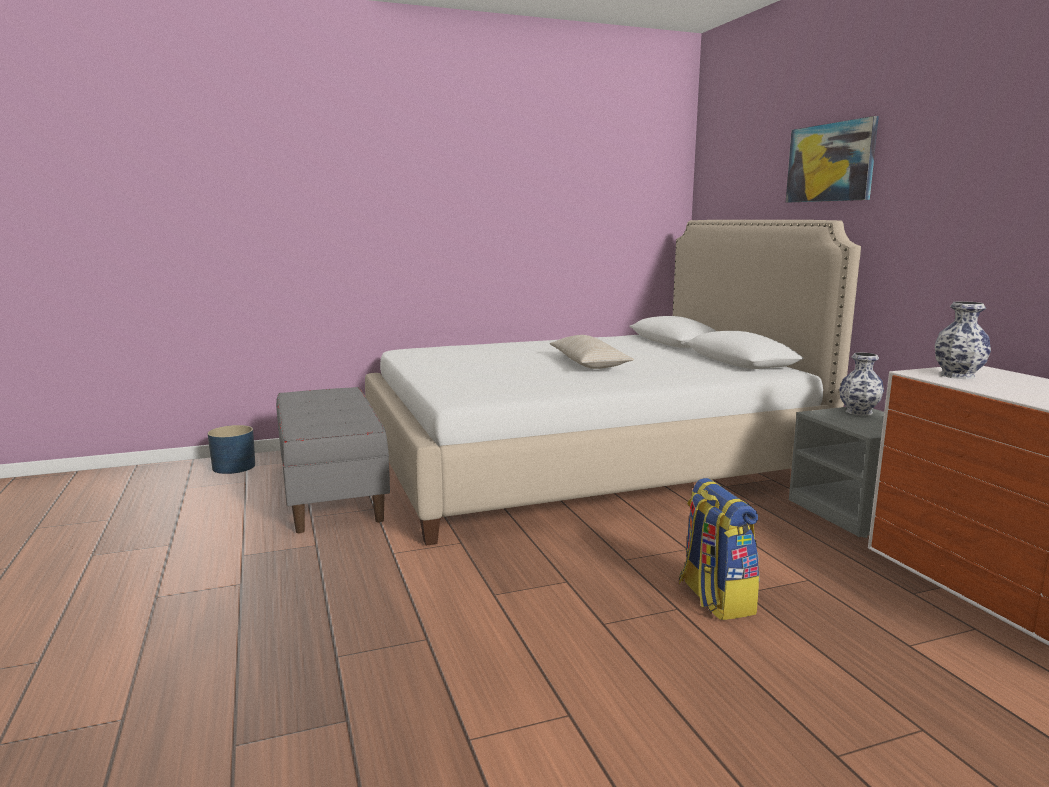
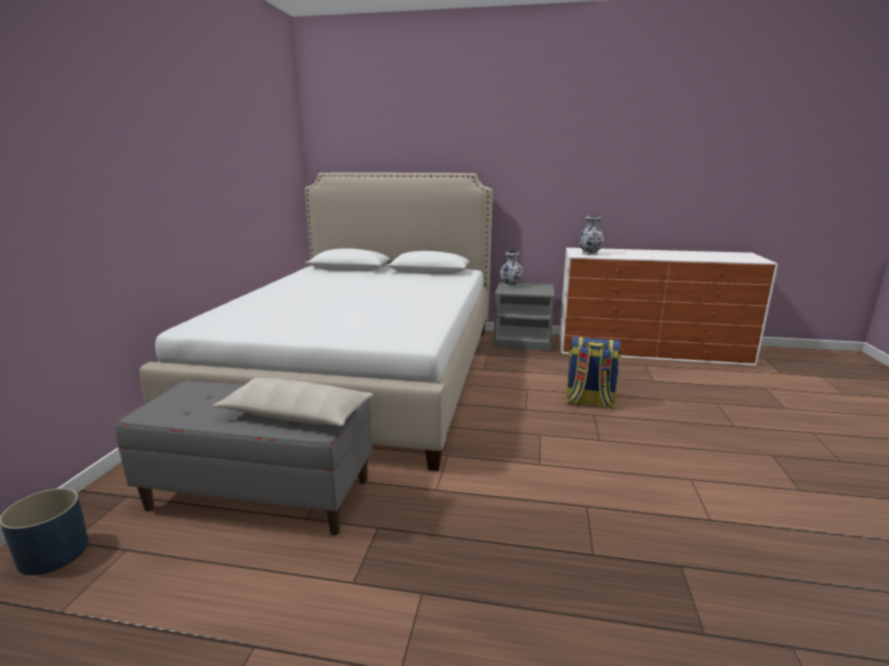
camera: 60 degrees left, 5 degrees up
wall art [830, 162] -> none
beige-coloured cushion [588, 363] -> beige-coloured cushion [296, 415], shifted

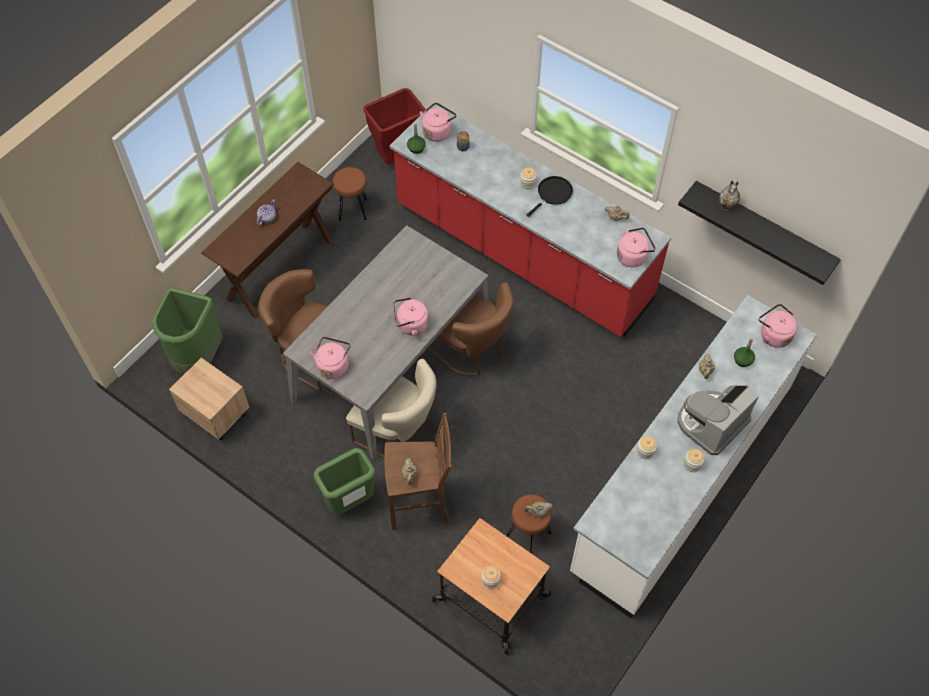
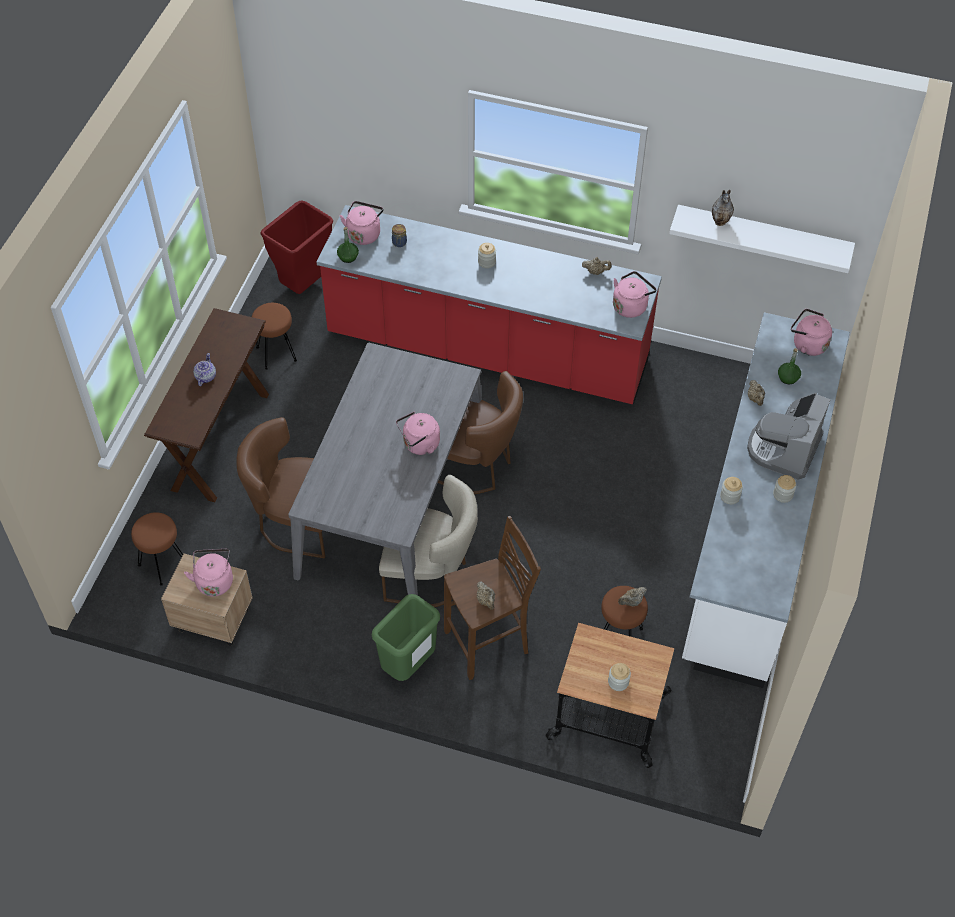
camera: 20 degrees left, 5 degrees down
blackish pan [553, 194] -> none
blackish bracket shelf [763, 228] -> whitish bracket shelf [763, 235]
greenish waste bin [197, 357] -> brown stool seat [164, 564]
pink-coloured kettle [333, 365] -> pink-coloured kettle [214, 580], shifted

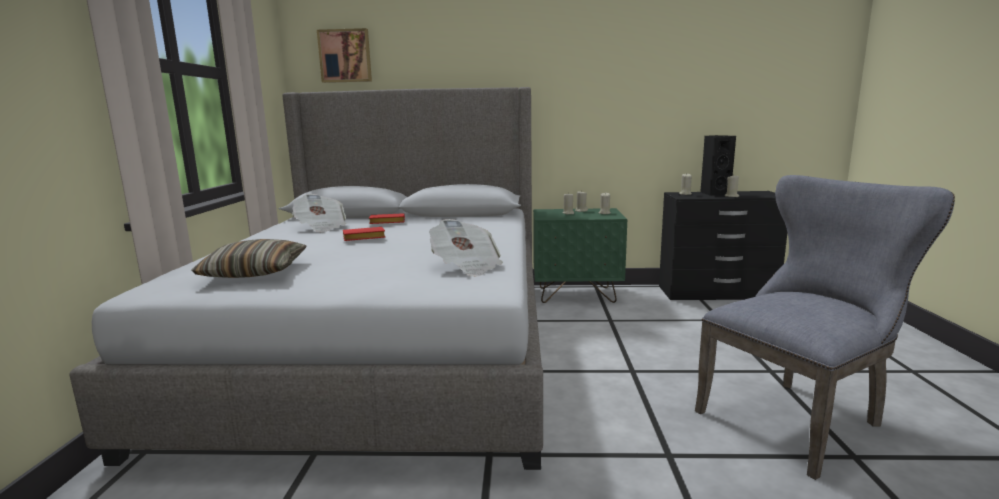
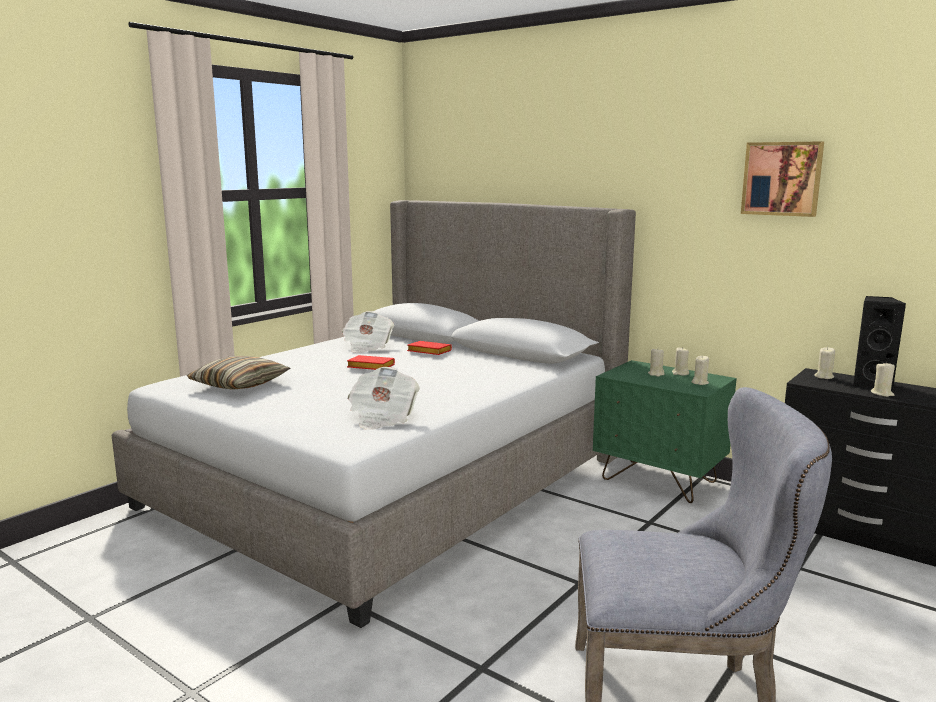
camera: 35 degrees right, 0 degrees up
wall art [345, 56] -> wall art [782, 178], shifted

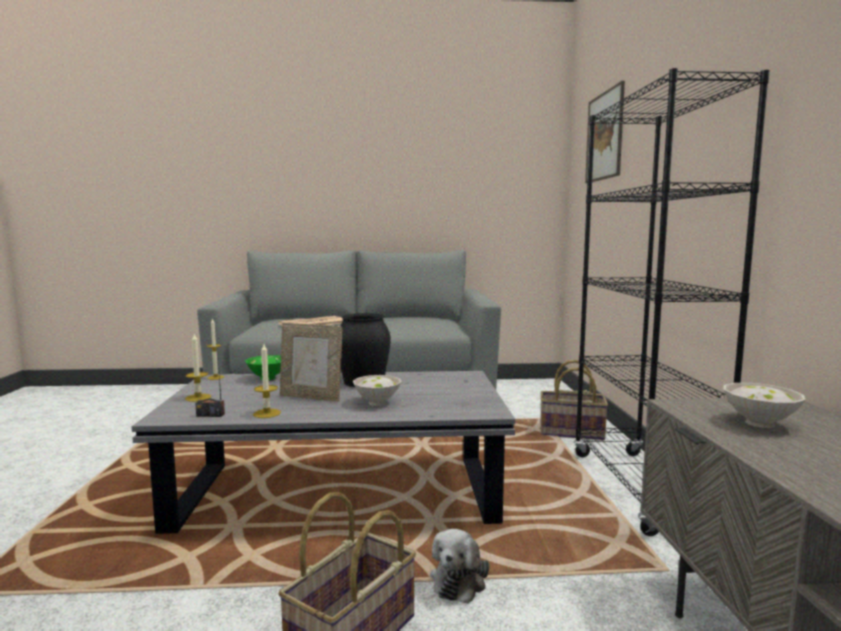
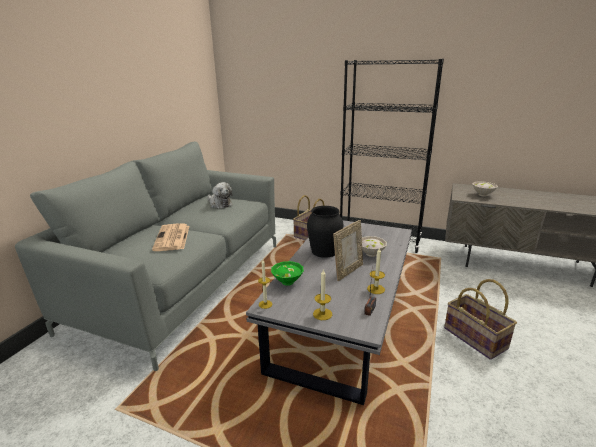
camera: 65 degrees left, 15 degrees up
wall art [604, 136] -> none
cuddly toy [459, 579] -> cuddly toy [219, 204], shifted

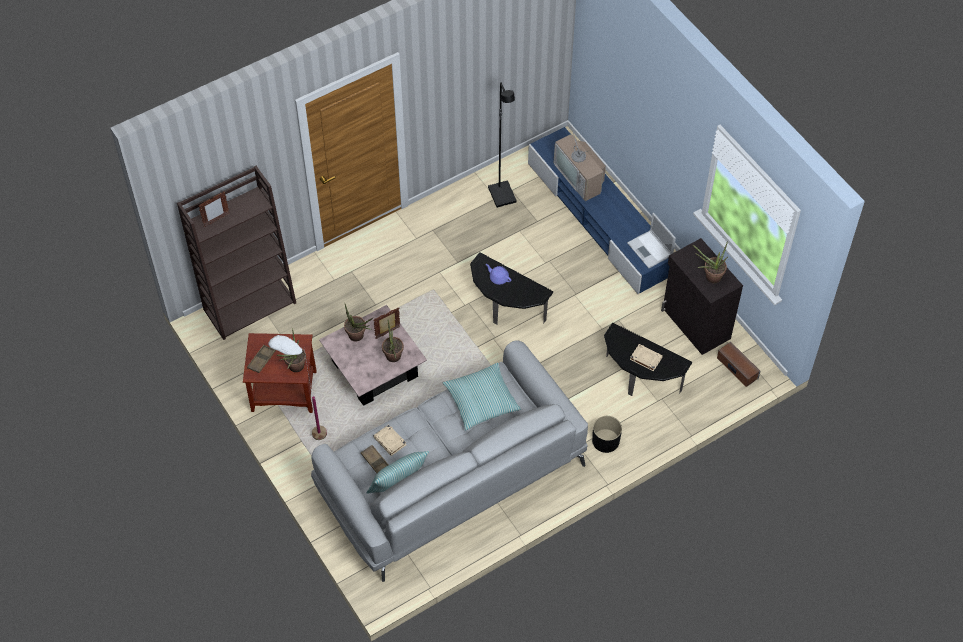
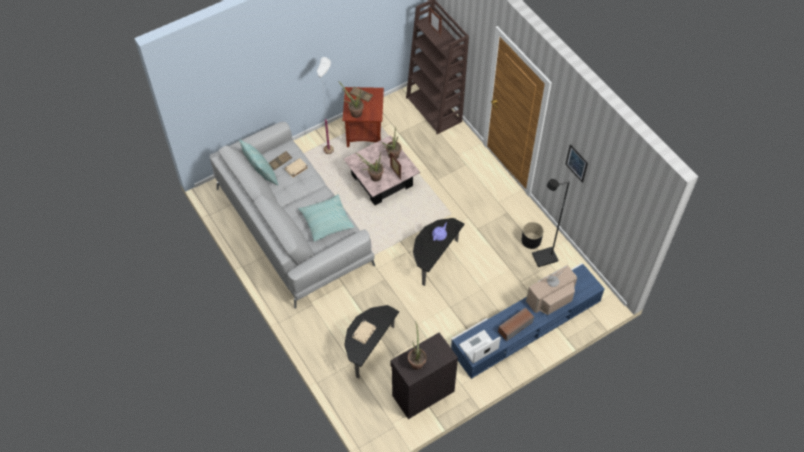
camera: 90 degrees right, 0 degrees up
speaker [737, 368] -> speaker [515, 327], shifted
blackish planter [605, 441] -> blackish planter [531, 240], shifted
none -> wall art [576, 163]

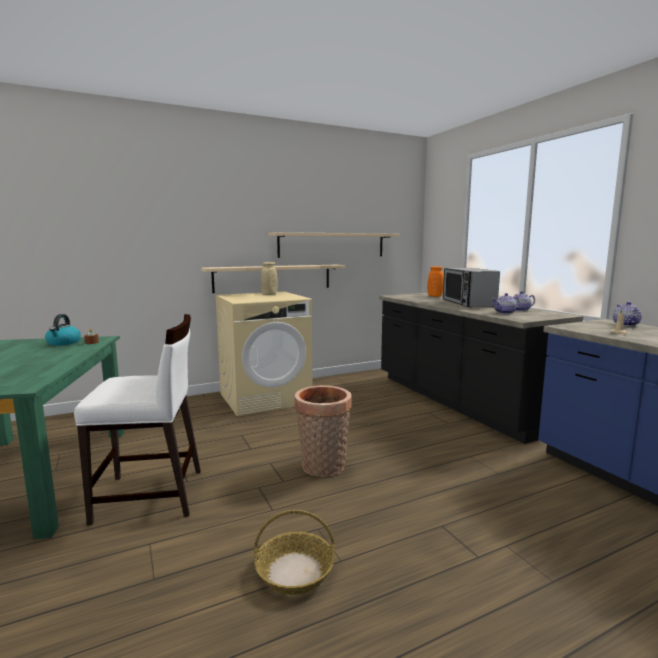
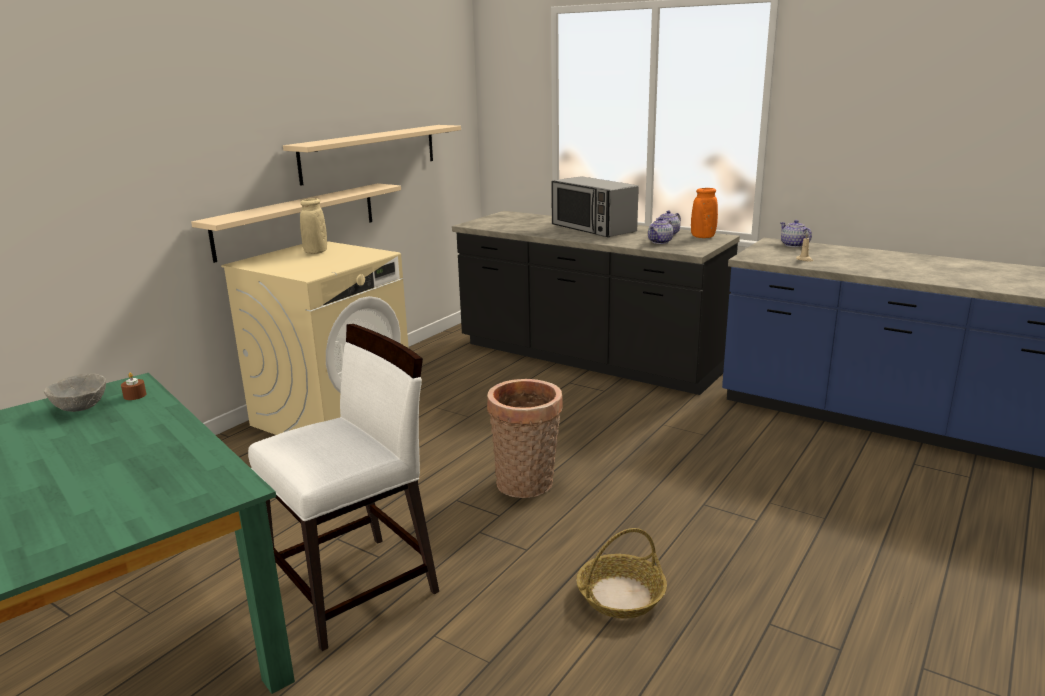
camera: 30 degrees left, 10 degrees up
orange decorative vase [435, 296] -> orange decorative vase [703, 237], shifted
kettle [63, 343] -> grey deep dish [81, 407]

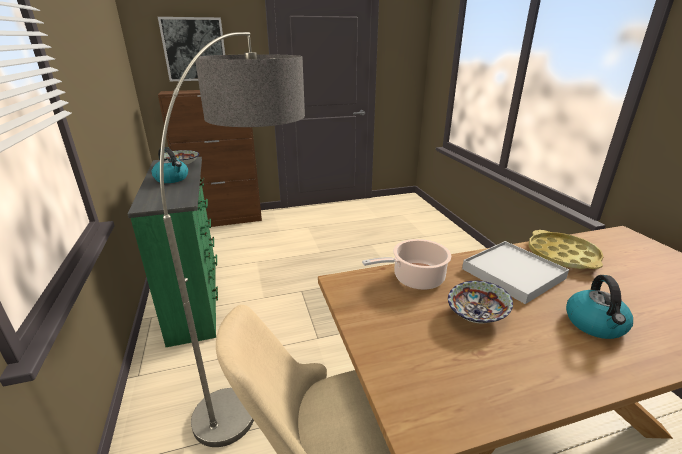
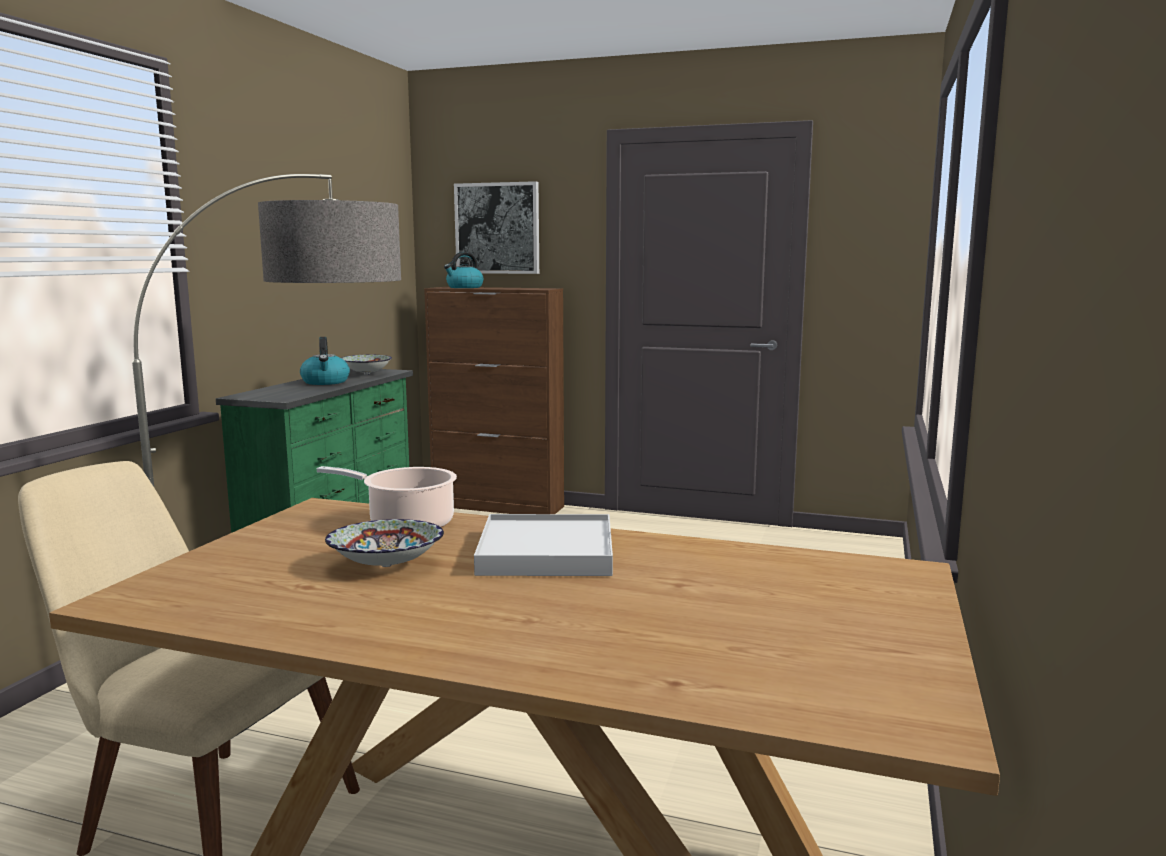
camera: 35 degrees right, 15 degrees down
yellow serving tray [562, 255] -> none
kettle [595, 324] -> kettle [464, 287], shifted

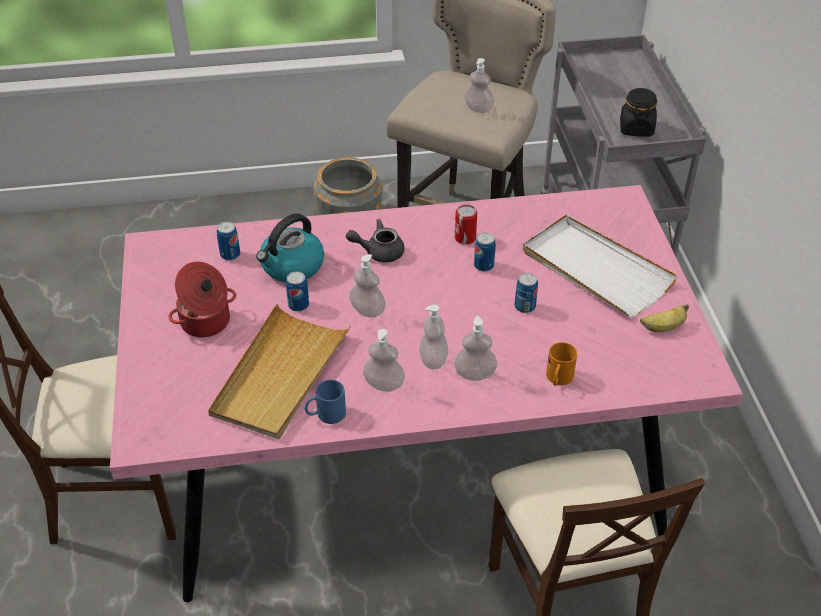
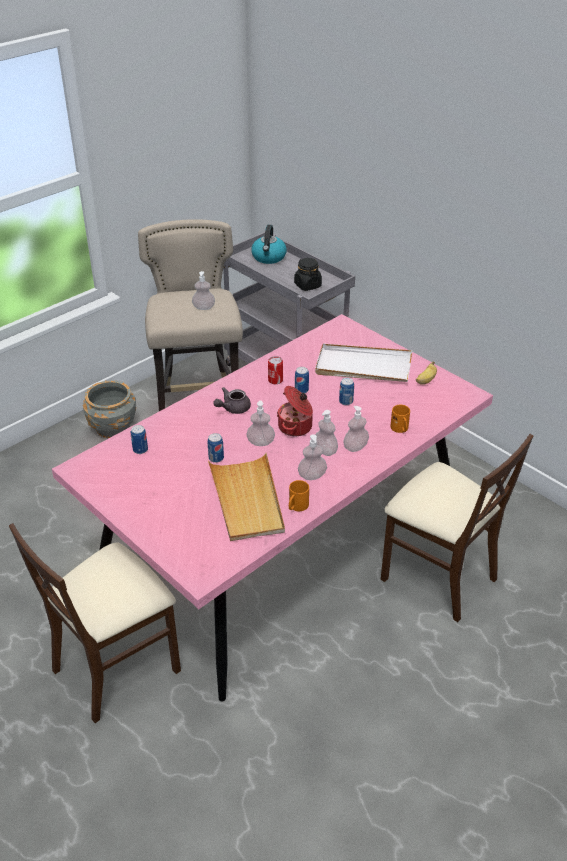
camera: 35 degrees left, 5 degrees down
kettle [292, 267] -> kettle [269, 257], shifted
cooking pot [206, 322] -> cooking pot [296, 427], shifted
blue-coloured coffee mug [325, 415] -> orange coffee mug [296, 507]

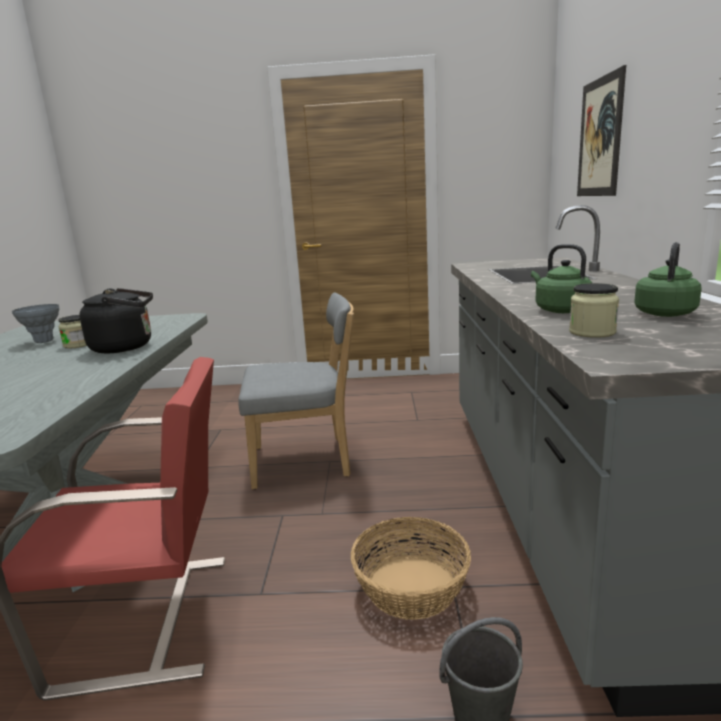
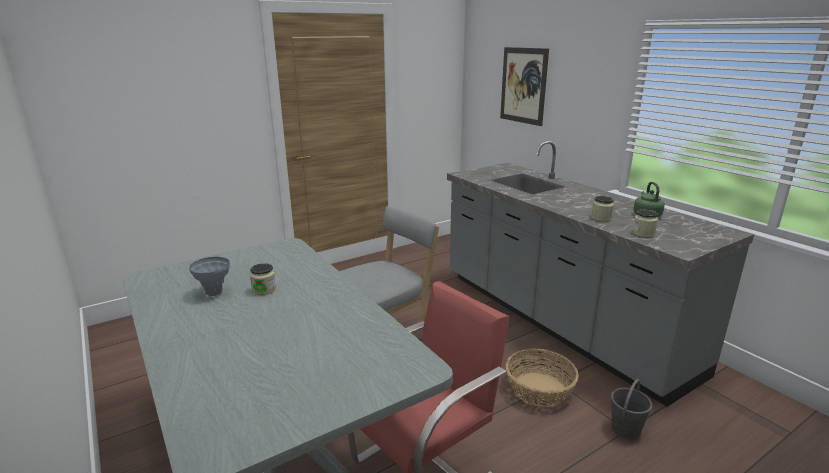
camera: 35 degrees left, 5 degrees up
greenish kettle [559, 310] -> jar [601, 218]
blackish kettle [126, 347] -> none

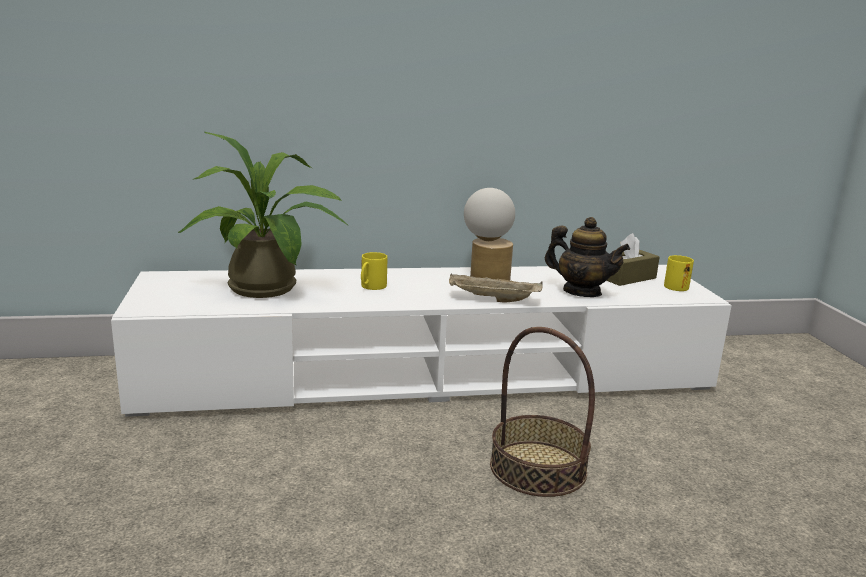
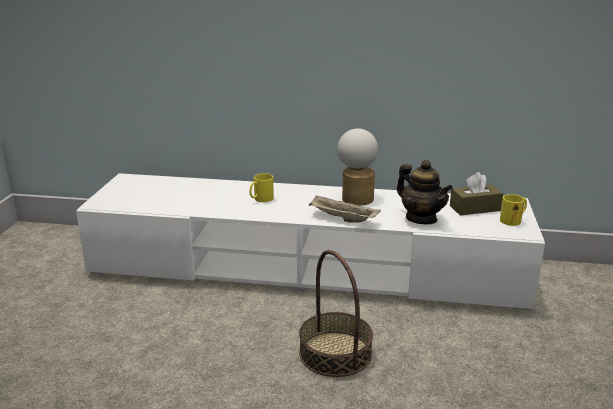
camera: 20 degrees right, 5 degrees up
houseplant [268, 290] -> none

